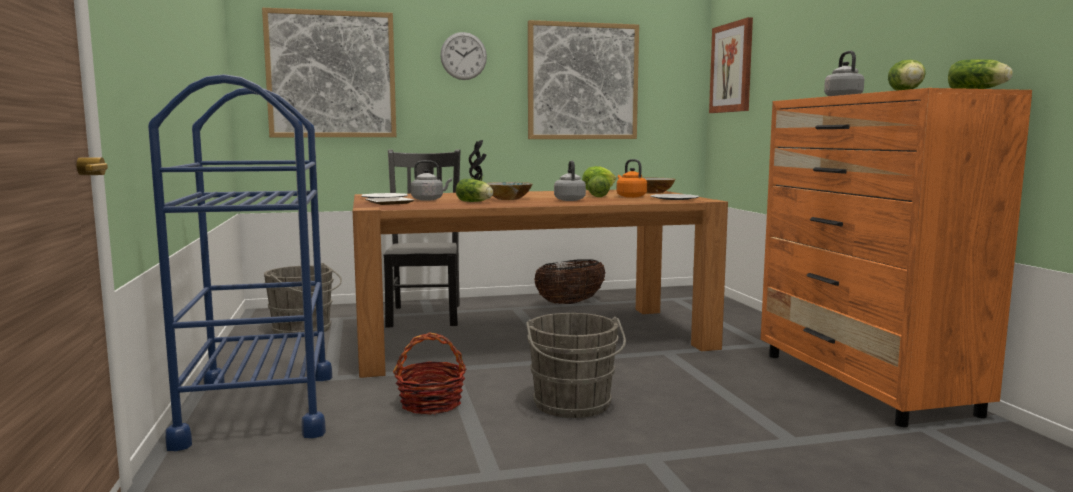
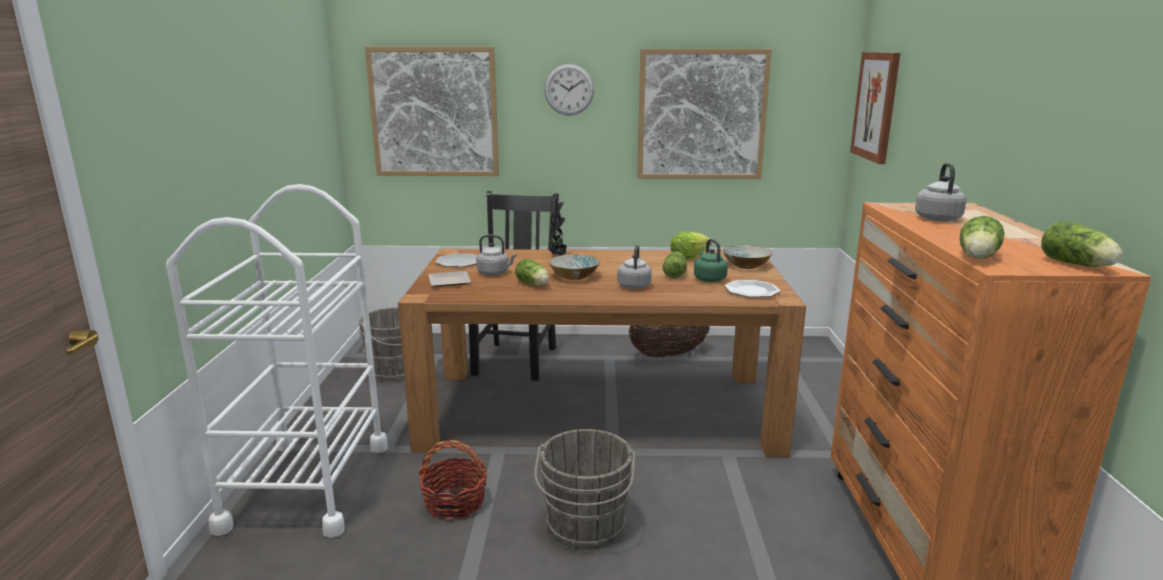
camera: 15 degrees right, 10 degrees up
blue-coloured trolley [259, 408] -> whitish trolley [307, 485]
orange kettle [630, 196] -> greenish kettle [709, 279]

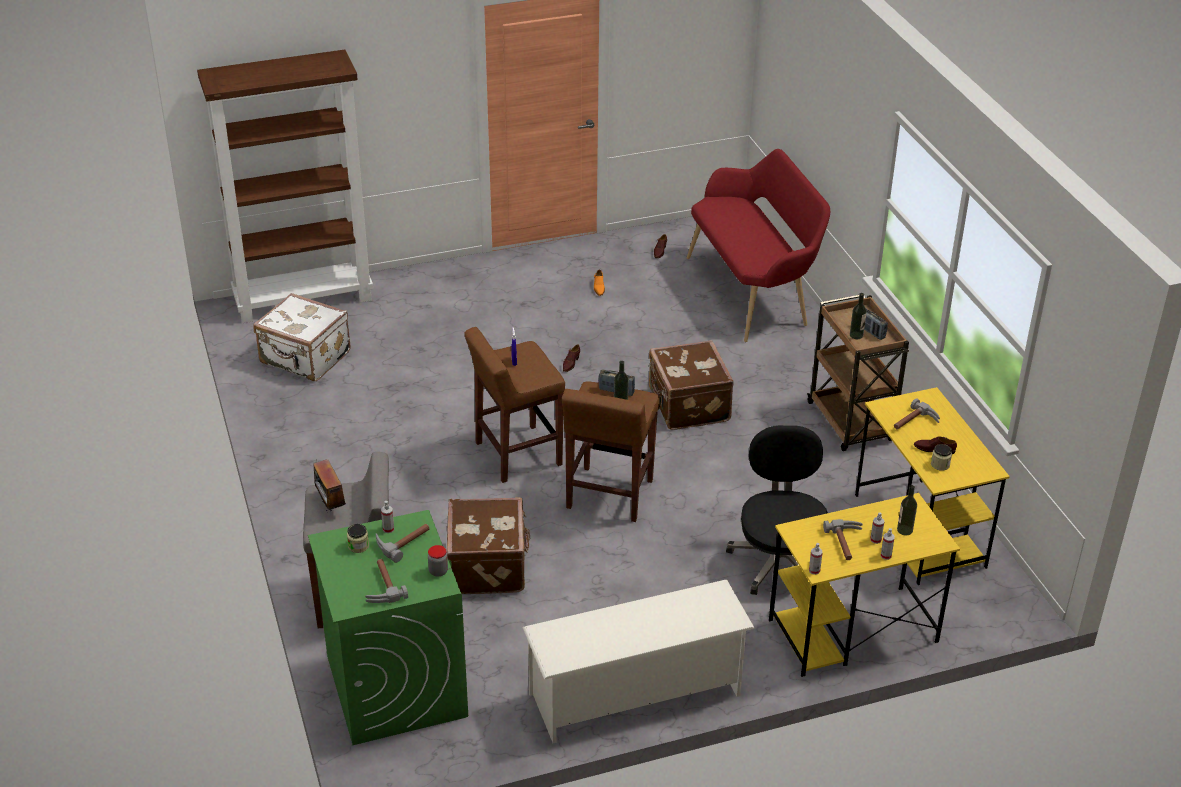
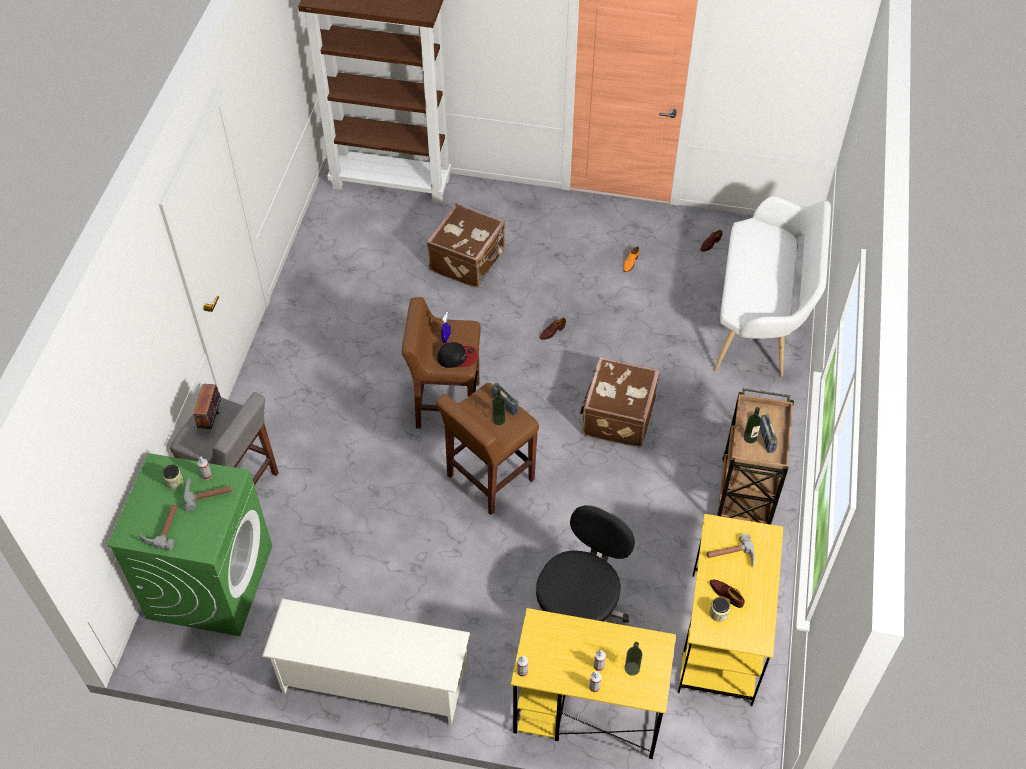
camera: 30 degrees right, 15 degrees up
reddish indoor bench [753, 292] -> whitish indoor bench [761, 320]
whitish suitcase [305, 358] -> none
brown suitcase [489, 566] -> brown suitcase [468, 261], shifted
hand hammer [847, 543] -> none
jar [438, 571] -> none
none -> peaked cap [457, 357]

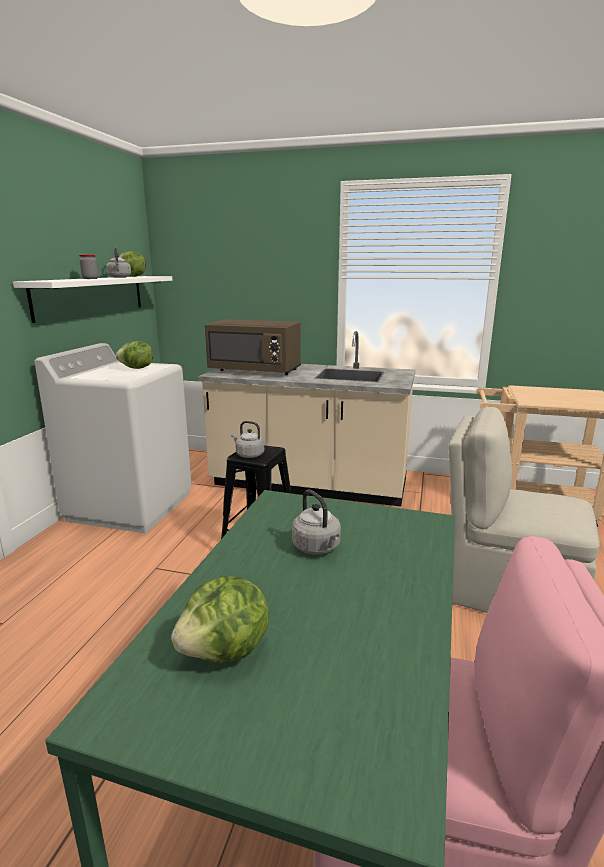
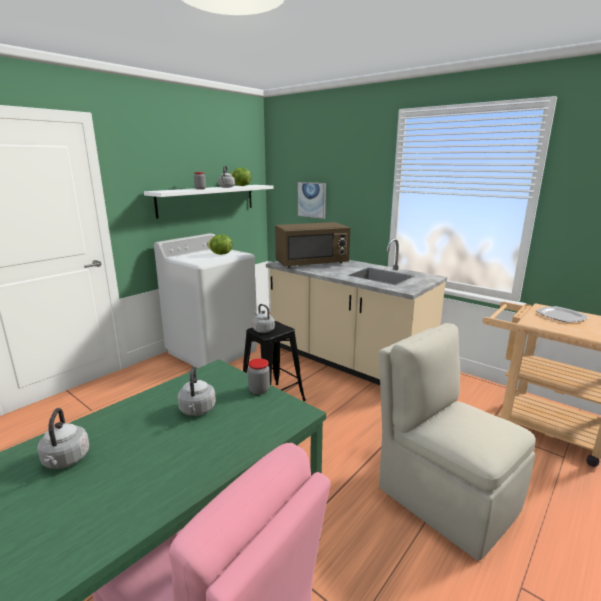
camera: 25 degrees right, 0 degrees up
brown kitchen microwave [255, 370] -> brown kitchen microwave [311, 263], 60 degrees counterclockwise
head of lettuce [226, 651] -> grey kettle [65, 460]
none -> wall art [312, 200]
none -> dinner plate [561, 316]
none -> jar [259, 390]

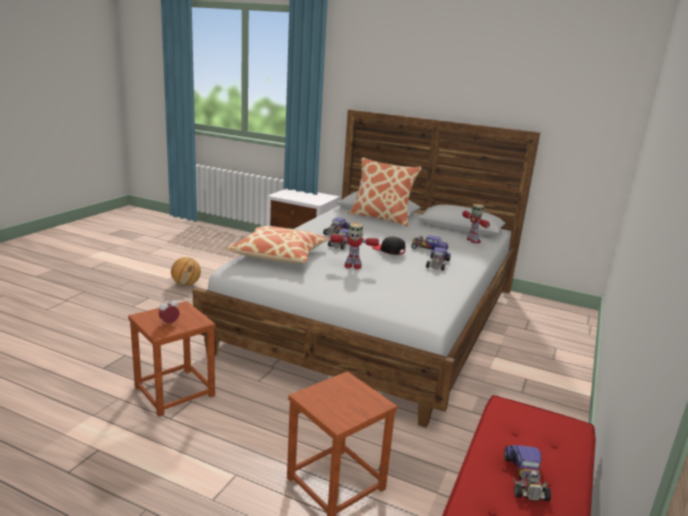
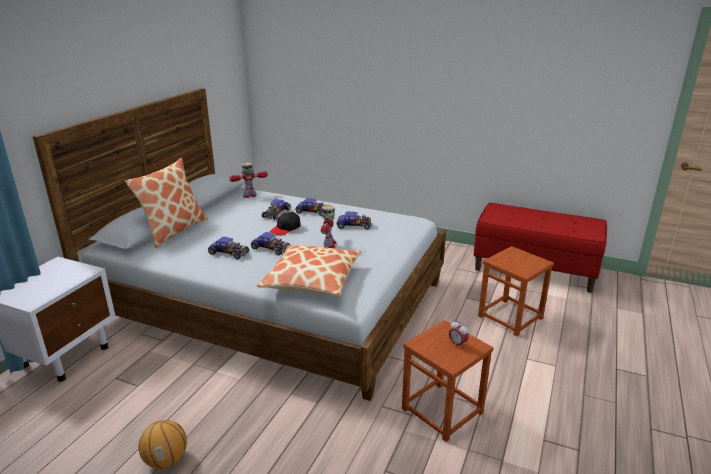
camera: 90 degrees left, 5 degrees up
model car [526, 478] -> model car [354, 225], shifted

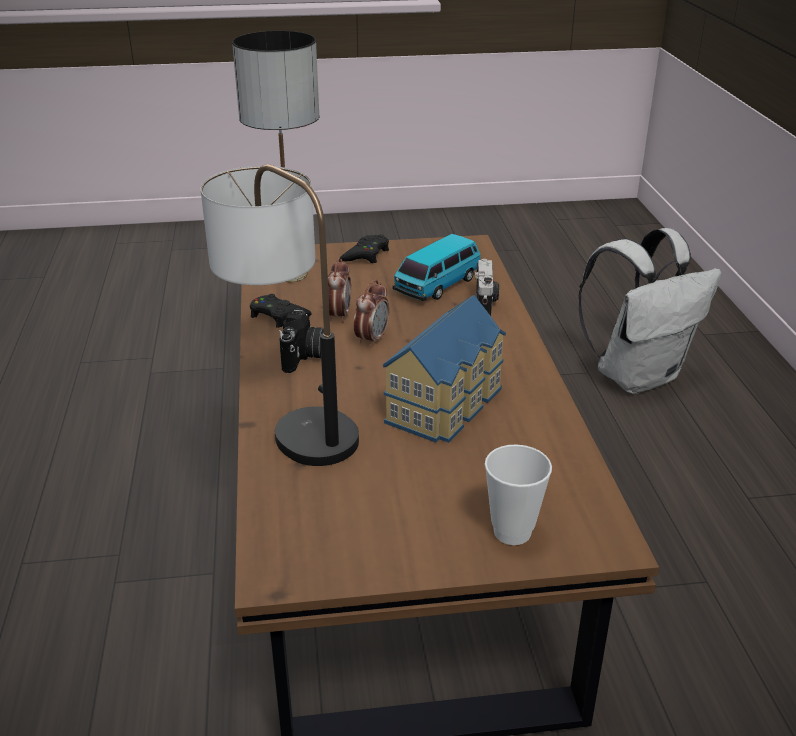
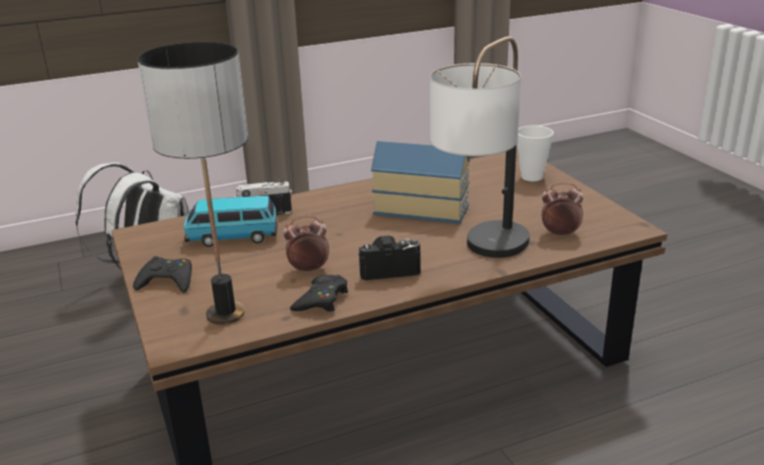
camera: 105 degrees left, 5 degrees down
model car [437, 285] -> model car [232, 236], 150 degrees clockwise
bedside clock [372, 339] -> bedside clock [559, 234], shifted

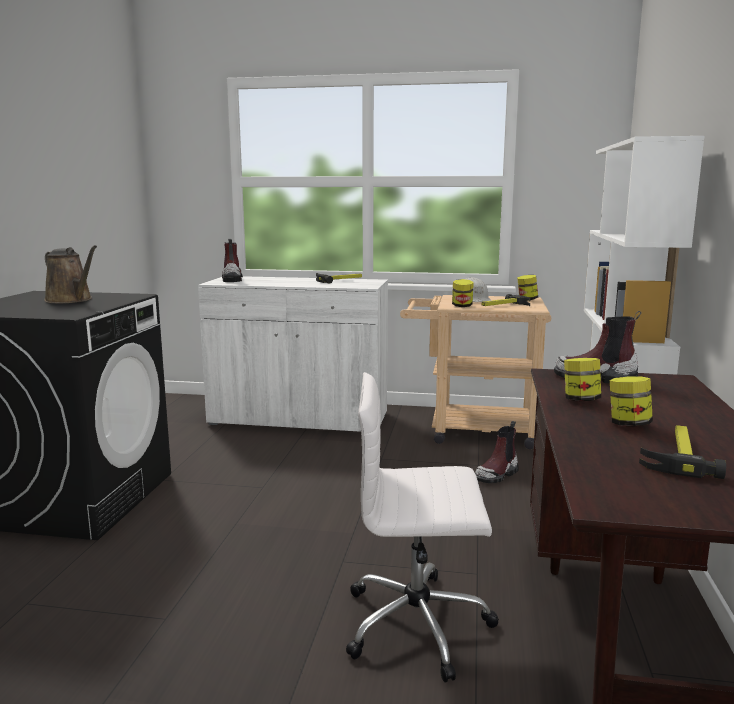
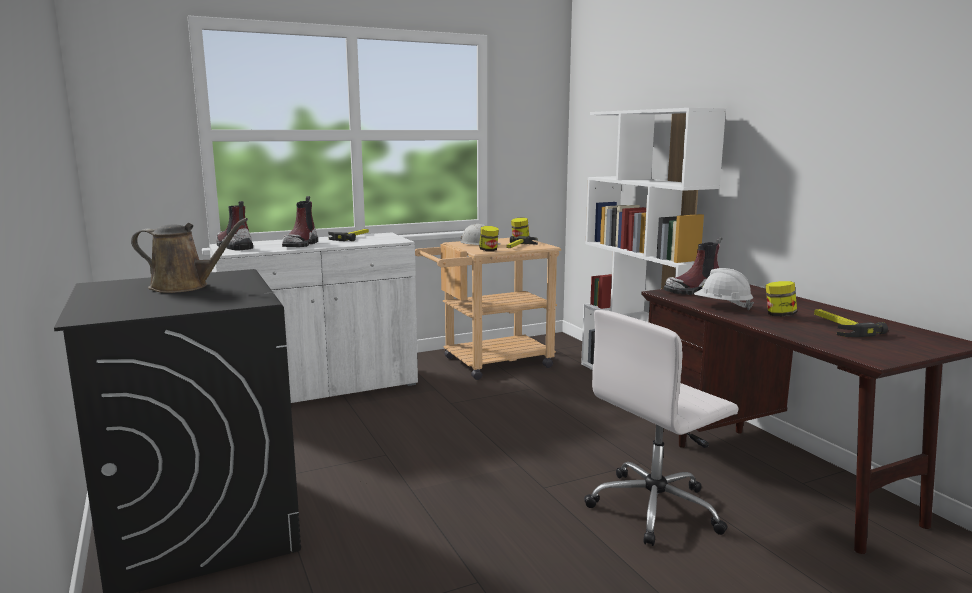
camera: 35 degrees left, 0 degrees up
jar [580, 400] -> whitish hard hat [722, 306]
tall boot [497, 475] -> tall boot [301, 244], shifted

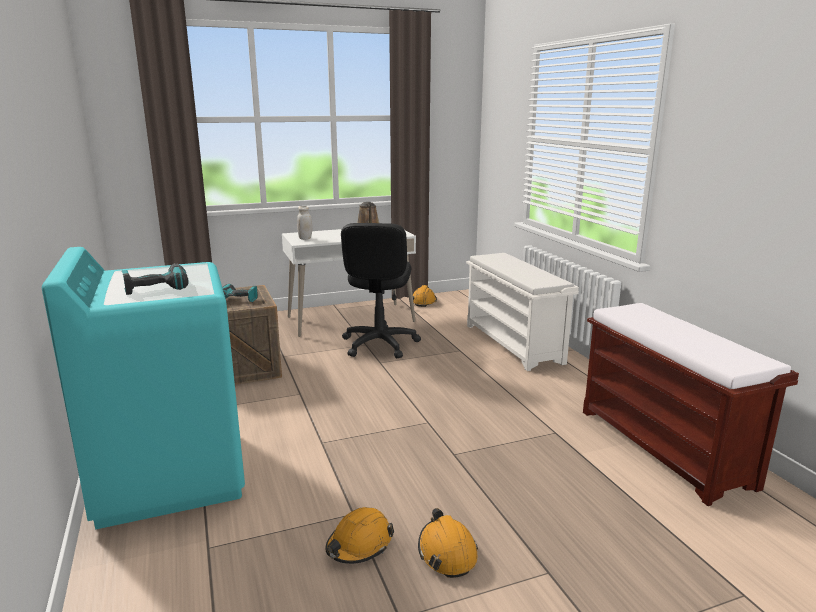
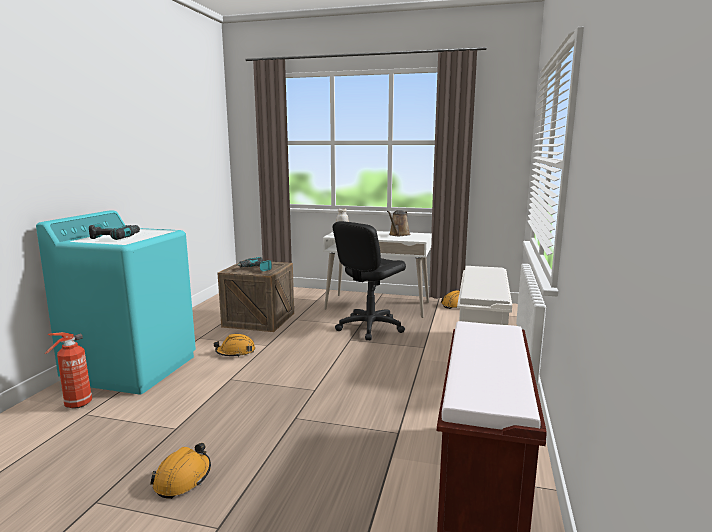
camera: 35 degrees right, 5 degrees down
orange hard hat [359, 545] -> orange hard hat [235, 352], shifted
none -> fire extinguisher [76, 405]

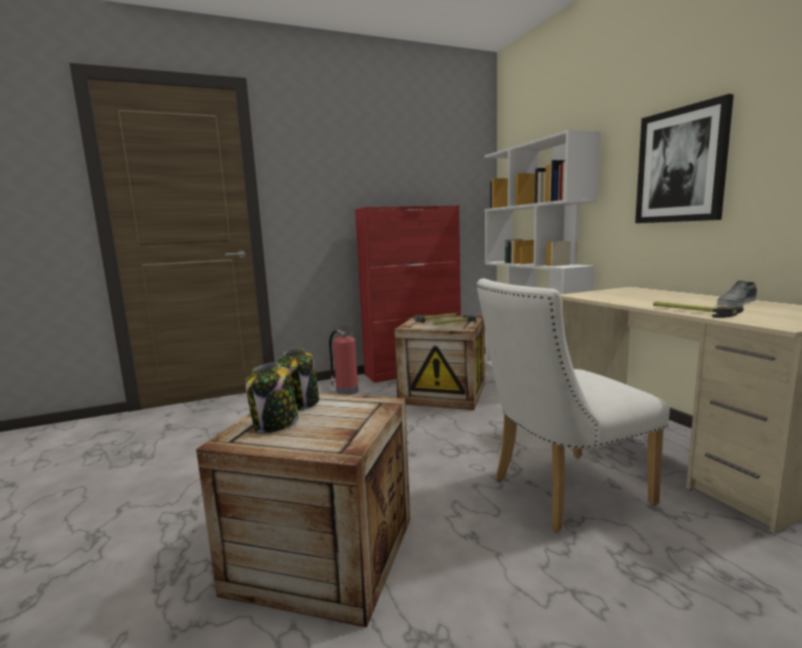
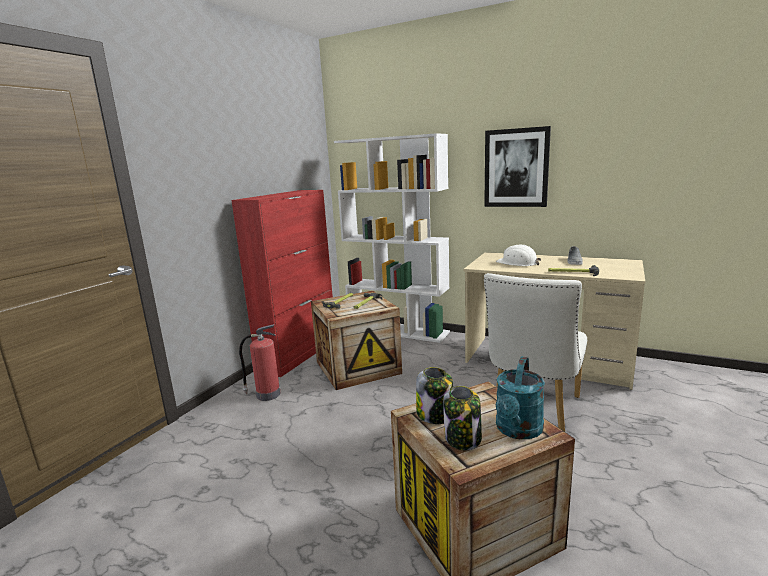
camera: 40 degrees left, 5 degrees up
none -> whitish hard hat [517, 263]
none -> turquoise-coloured sprinkling can [517, 431]

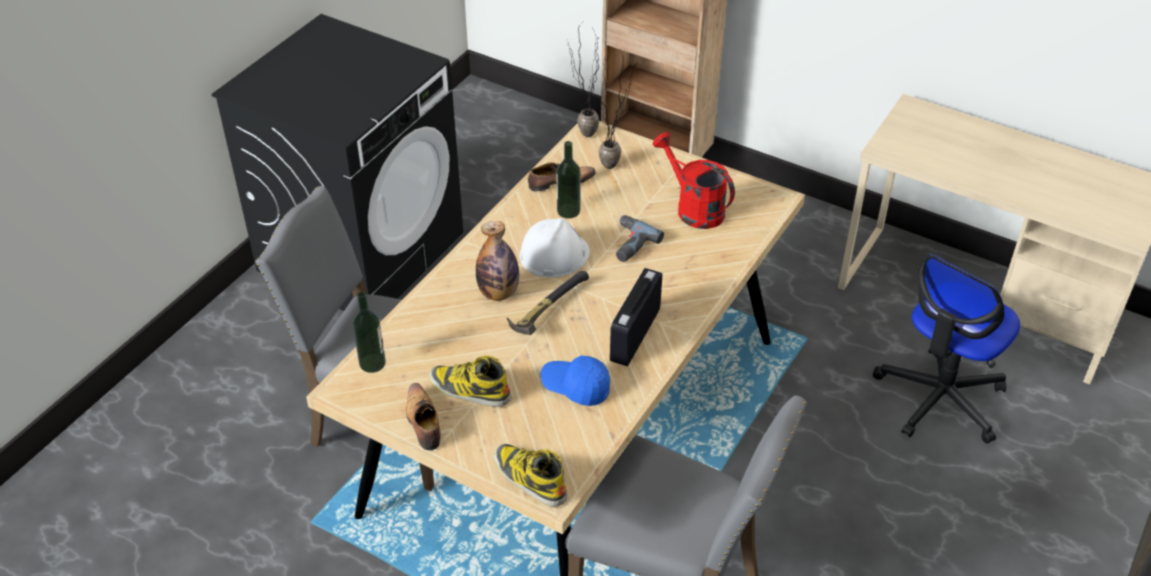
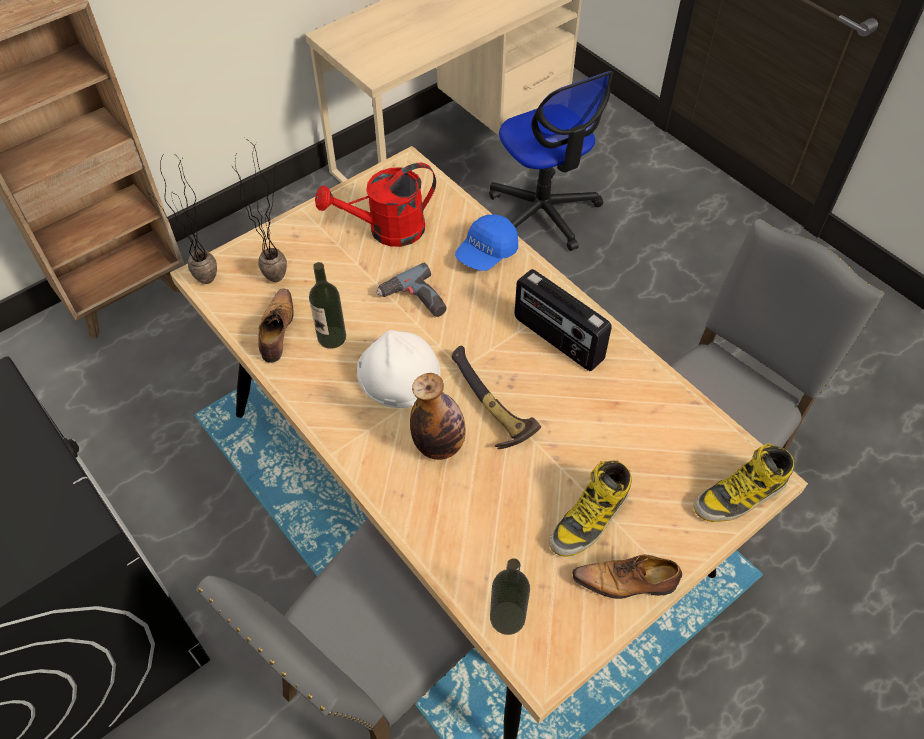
camera: 70 degrees left, 10 degrees up
blue-coloured peaked cap [576, 387] -> blue-coloured peaked cap [486, 253], shifted

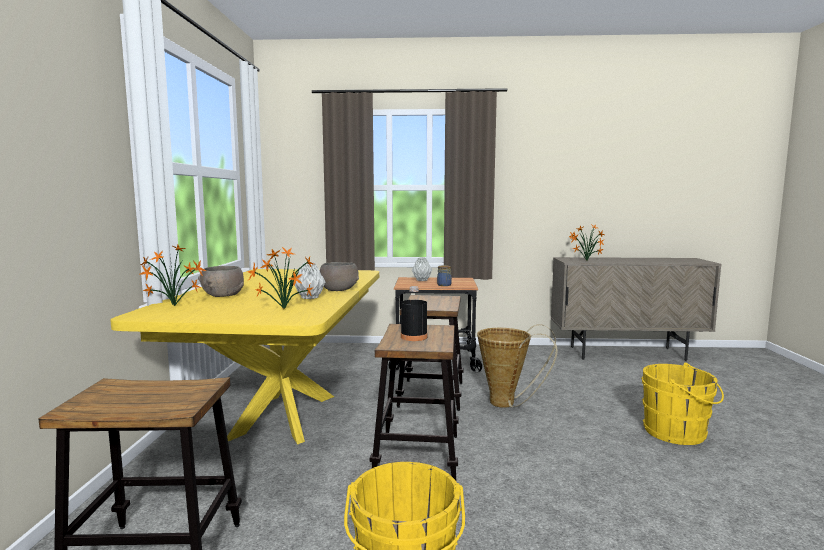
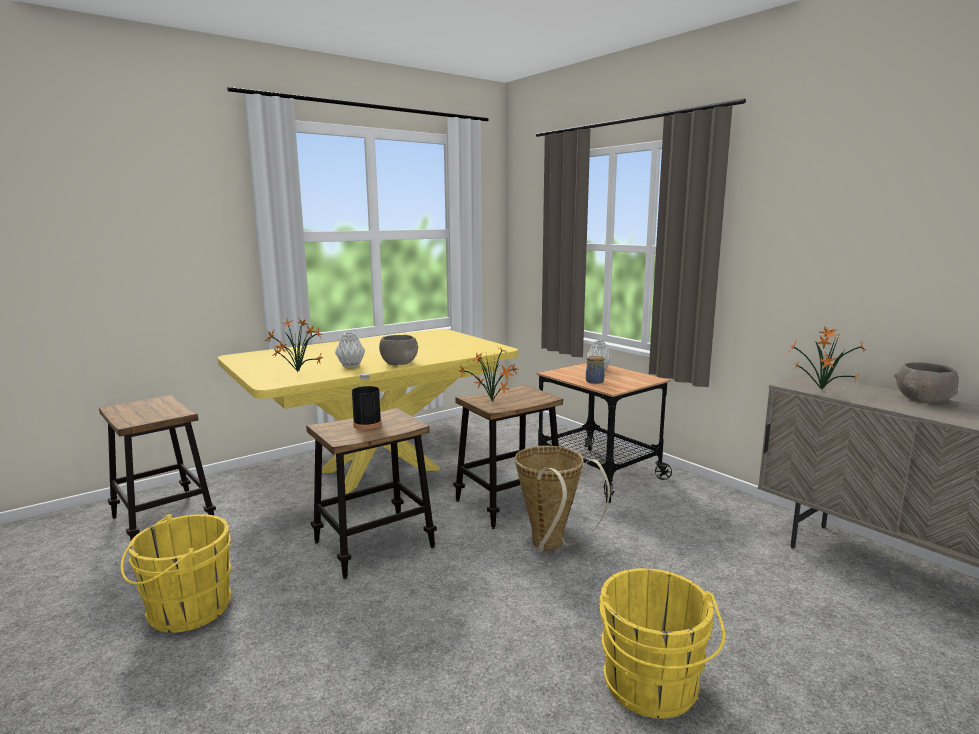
camera: 50 degrees right, 5 degrees up
houseplant [175, 306] -> houseplant [492, 402], shifted
grey deep dish [223, 295] -> grey deep dish [923, 400], shifted

